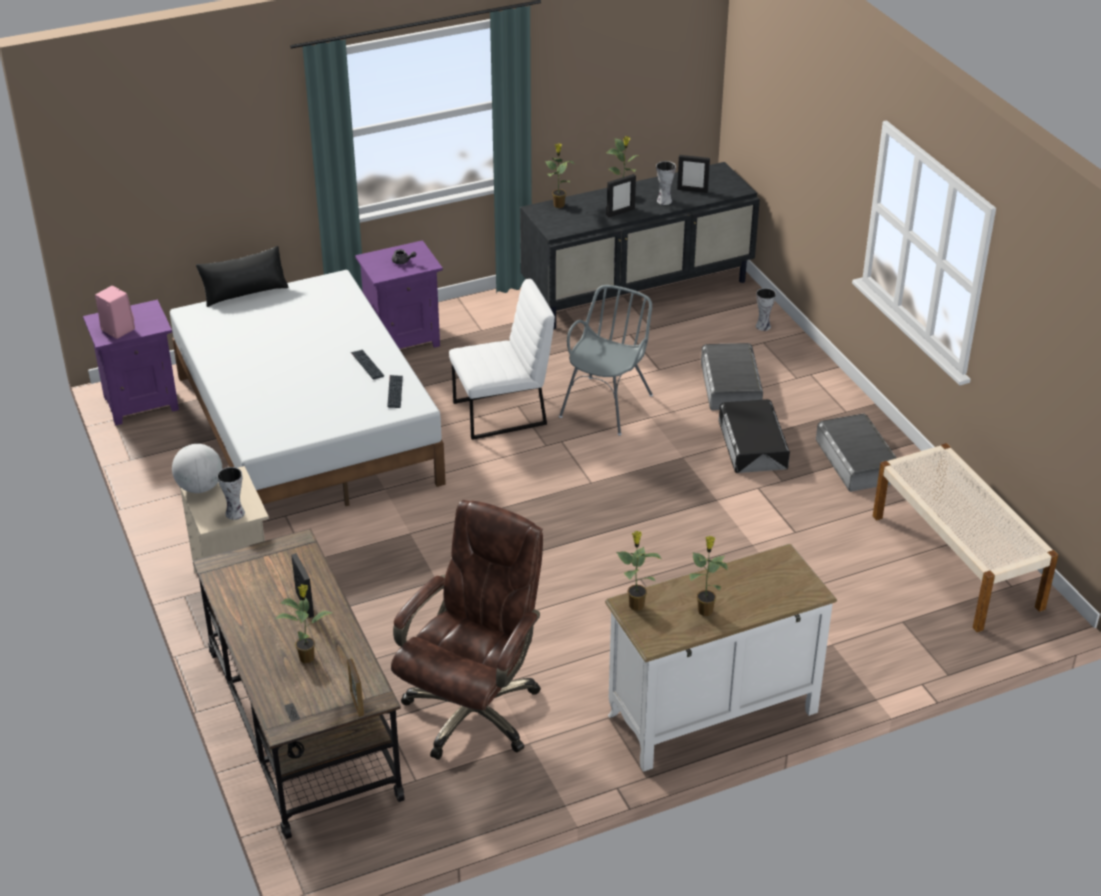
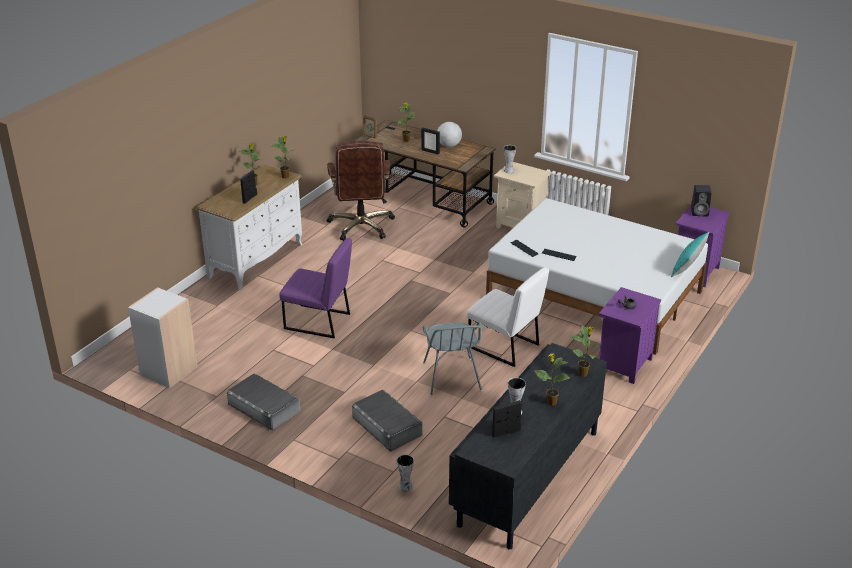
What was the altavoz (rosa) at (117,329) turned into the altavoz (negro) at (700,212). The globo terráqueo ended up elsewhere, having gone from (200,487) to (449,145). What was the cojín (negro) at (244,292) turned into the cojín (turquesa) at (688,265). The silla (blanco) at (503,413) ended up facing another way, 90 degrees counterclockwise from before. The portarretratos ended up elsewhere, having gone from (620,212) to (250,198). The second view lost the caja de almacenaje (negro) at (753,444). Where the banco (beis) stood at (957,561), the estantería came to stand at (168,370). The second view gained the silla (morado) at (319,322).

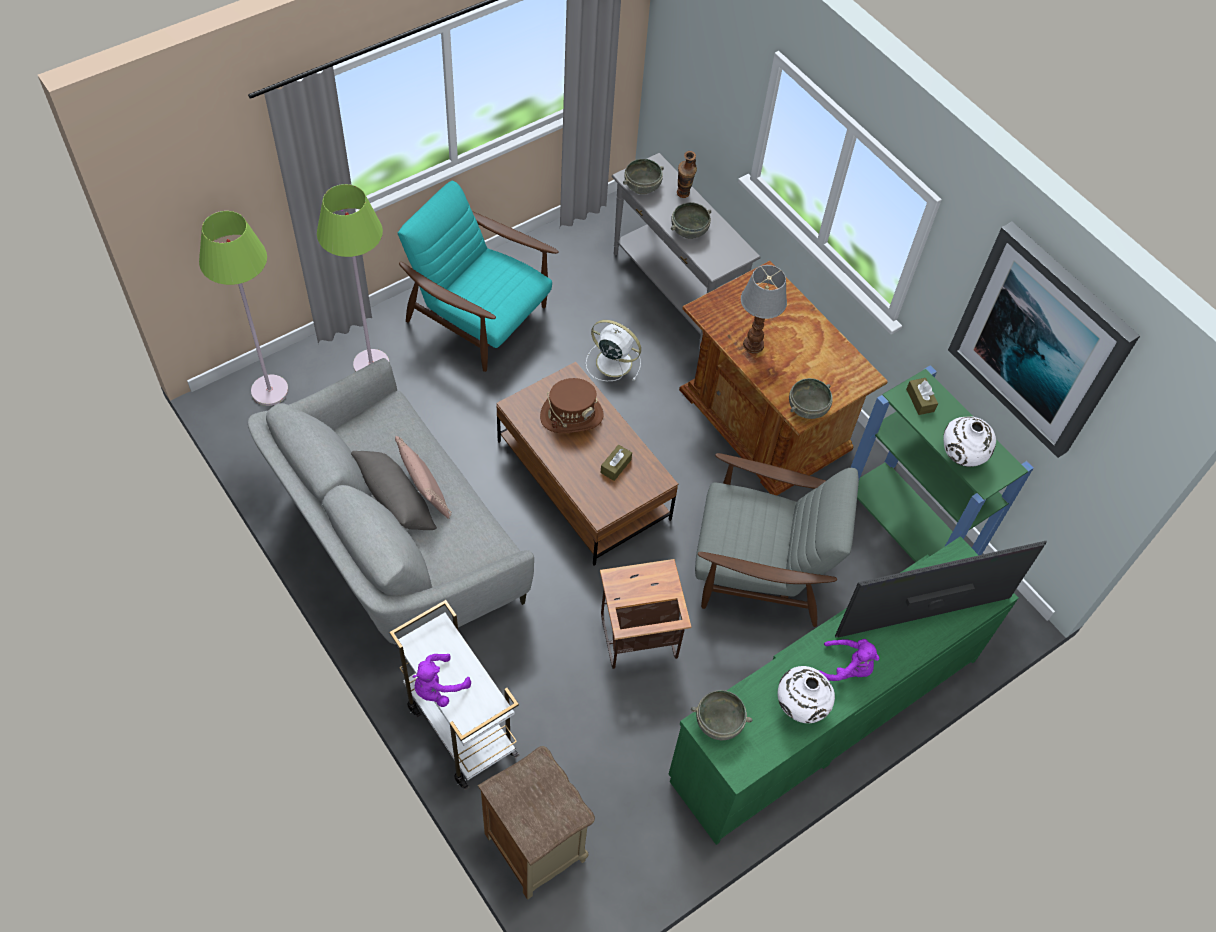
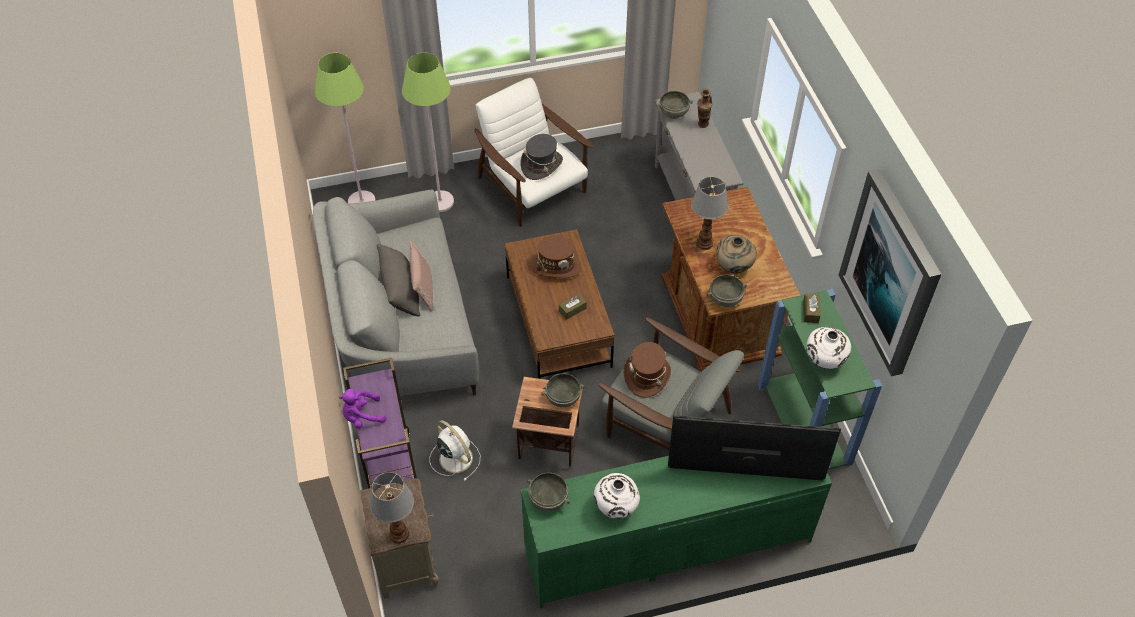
What was the carrito (blanco) at (459,727) turned into the carrito (morado) at (390,466). What was the sillón (turquesa) at (479,317) turned into the sillón (blanco) at (533,188). The ventilador (blanco) ended up elsewhere, having gone from (612,362) to (455,457). The cuenco (gris) ended up elsewhere, having gone from (689,230) to (563,397). The second view lost the peluche (morado) at (847,668). The second view gained the lámpara de mesa at (400,534). The second view gained the sombrero (gris) at (541,165). The second view gained the sombrero (marrón) at (646,375). The second view gained the florero (beis) at (733,267).

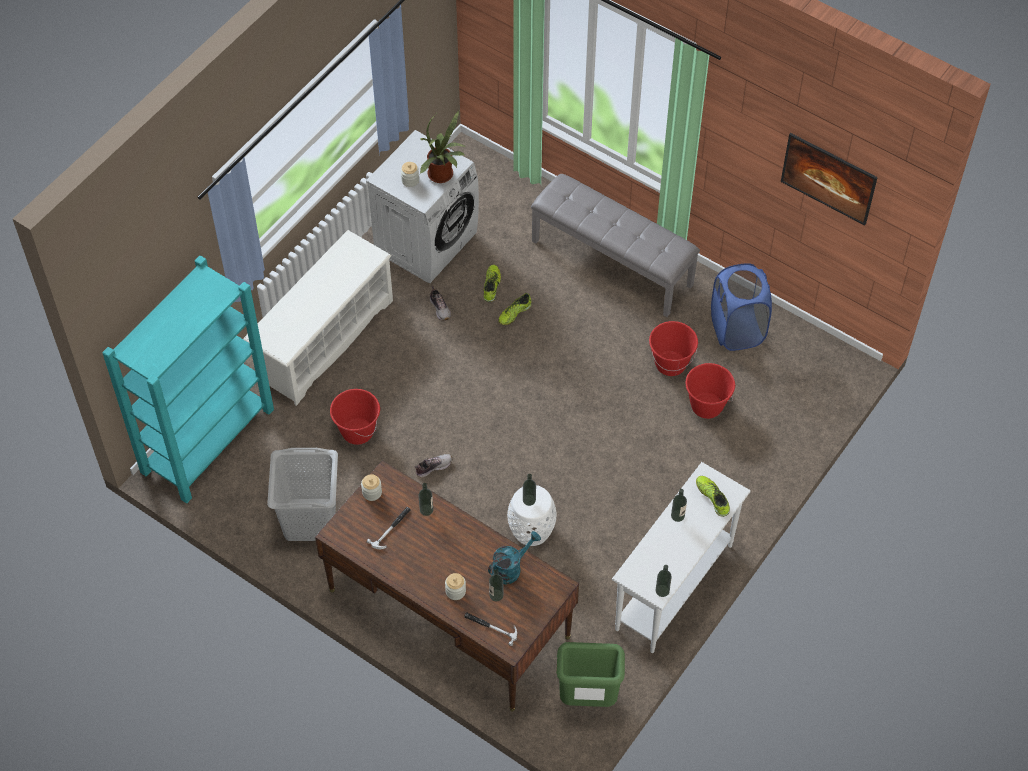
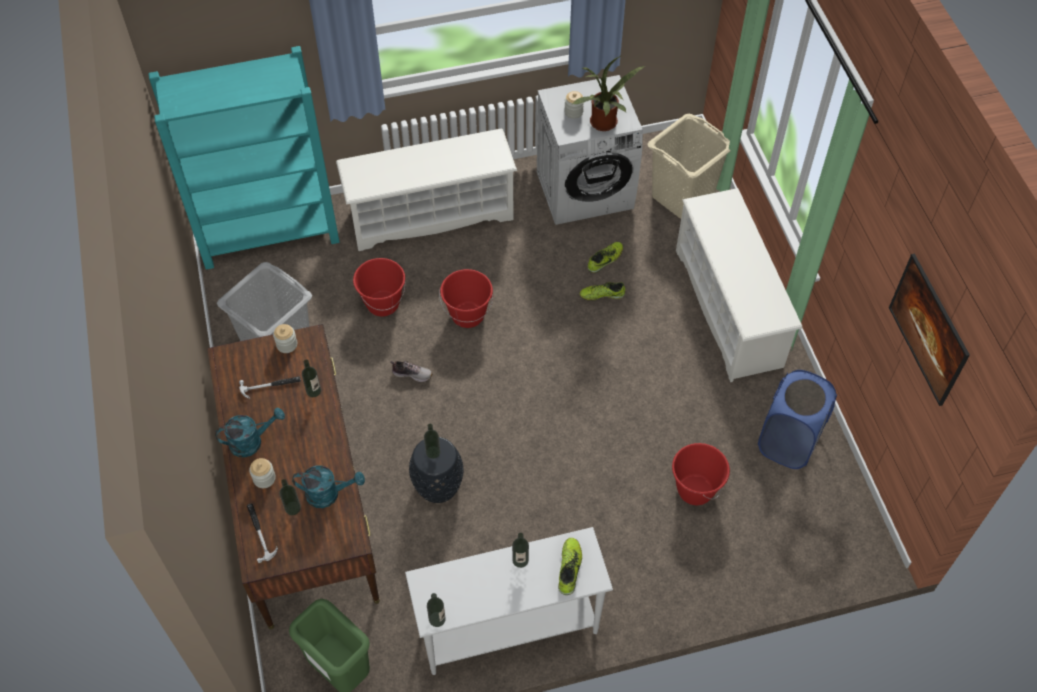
The second view lost the zapato at (440,308). What was the taburete (blanco) at (531,530) turned into the taburete (negro) at (438,485). Where the banco (gris) stood at (613,262), the zapatero (blanco) came to stand at (729,308). The cubo (rojo) ended up elsewhere, having gone from (670,364) to (468,315). The second view gained the regadera (turquesa) at (252,441). The second view gained the cesto de la ropa (beis) at (682,197).

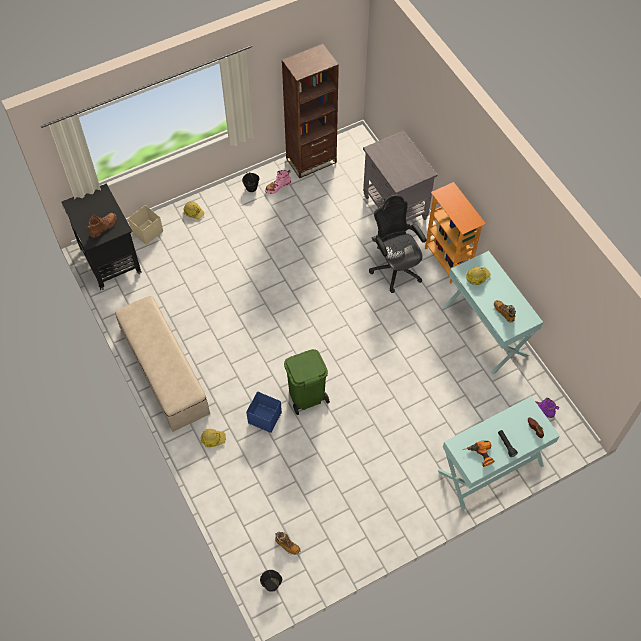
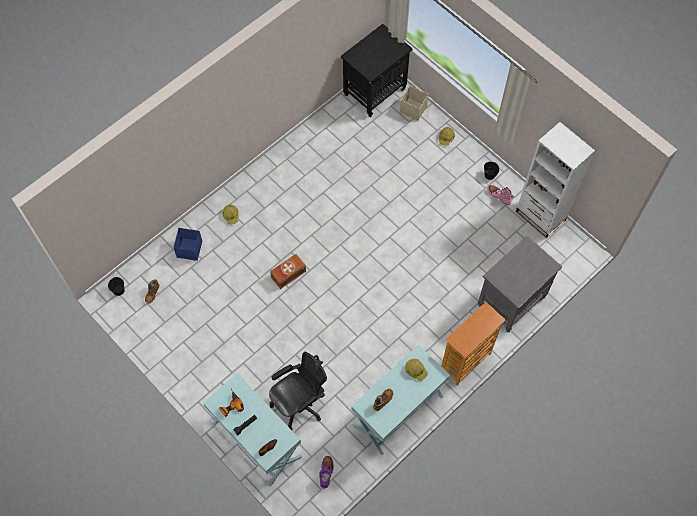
The second view lost the bota (marrón) at (103,227). The second view lost the banco (beis) at (163,370). The caja de almacenaje (azul) ended up elsewhere, having gone from (264,417) to (190,249). What was the estantería (marrón) at (311,160) turned into the estantería (blanco) at (540,216). Where the papelera (verde) stood at (306,396), the caja de almacenaje (marrón) came to stand at (288,274). The silla de oficina ended up elsewhere, having gone from (395,268) to (300,402).

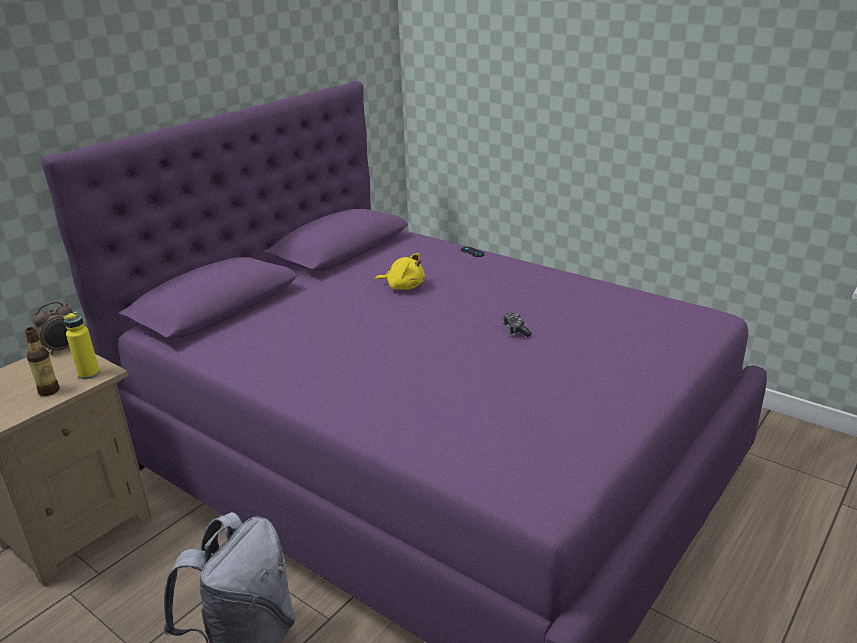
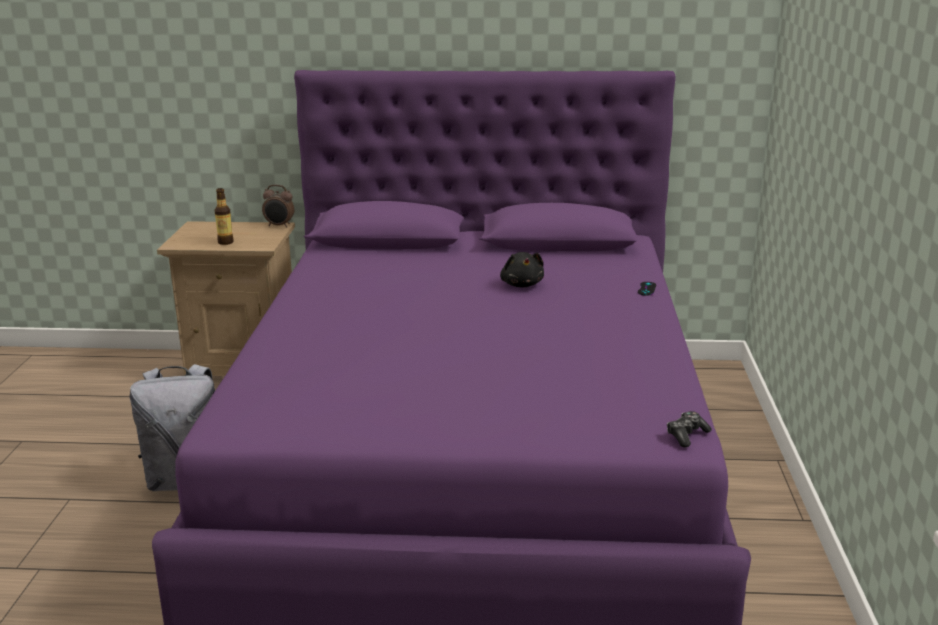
The second view lost the botella (amarillo) at (89,374). What was the peluche (amarillo) at (403,286) turned into the peluche (negro) at (522,284). The mando de consola ended up elsewhere, having gone from (515,330) to (686,435).

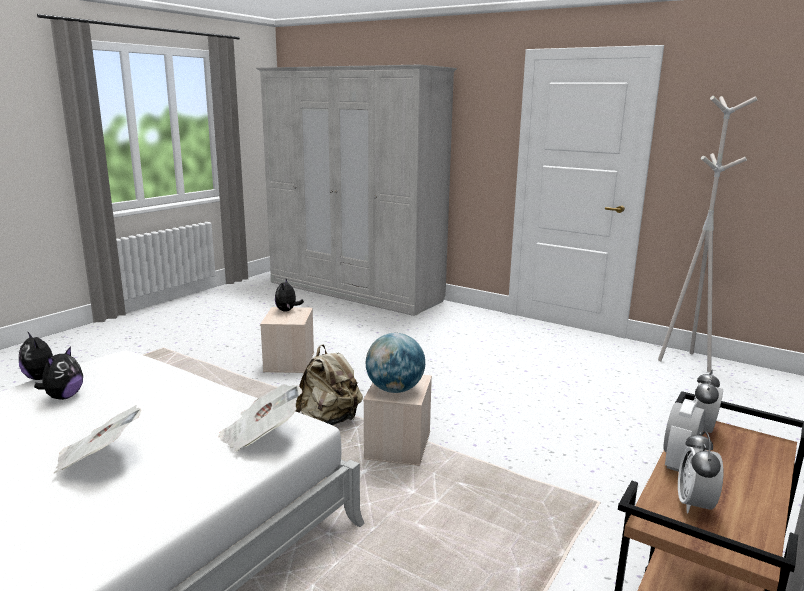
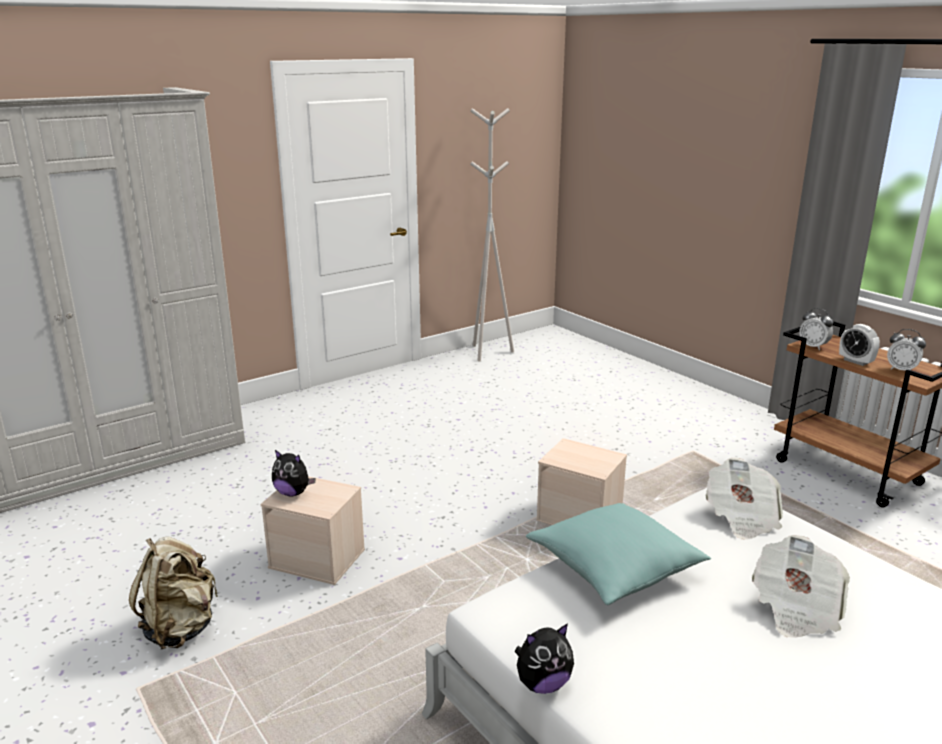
The second view lost the peluche at (63,397). The mochila (beis) ended up elsewhere, having gone from (328,421) to (180,628). The second view lost the globo terráqueo at (395,389). The second view gained the cojín (turquesa) at (614,568).

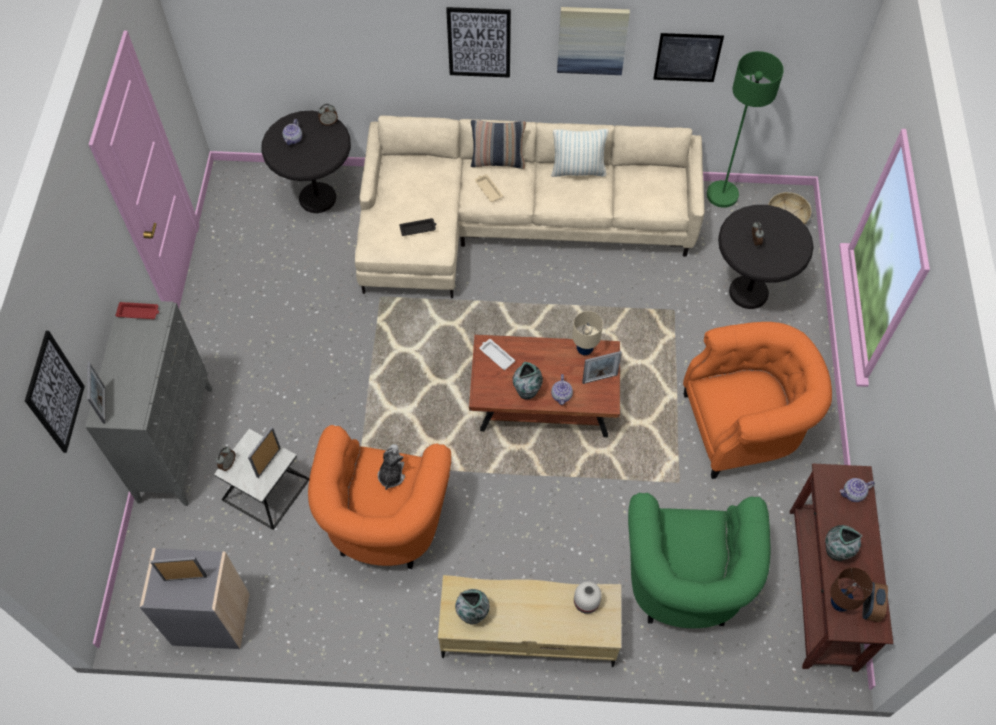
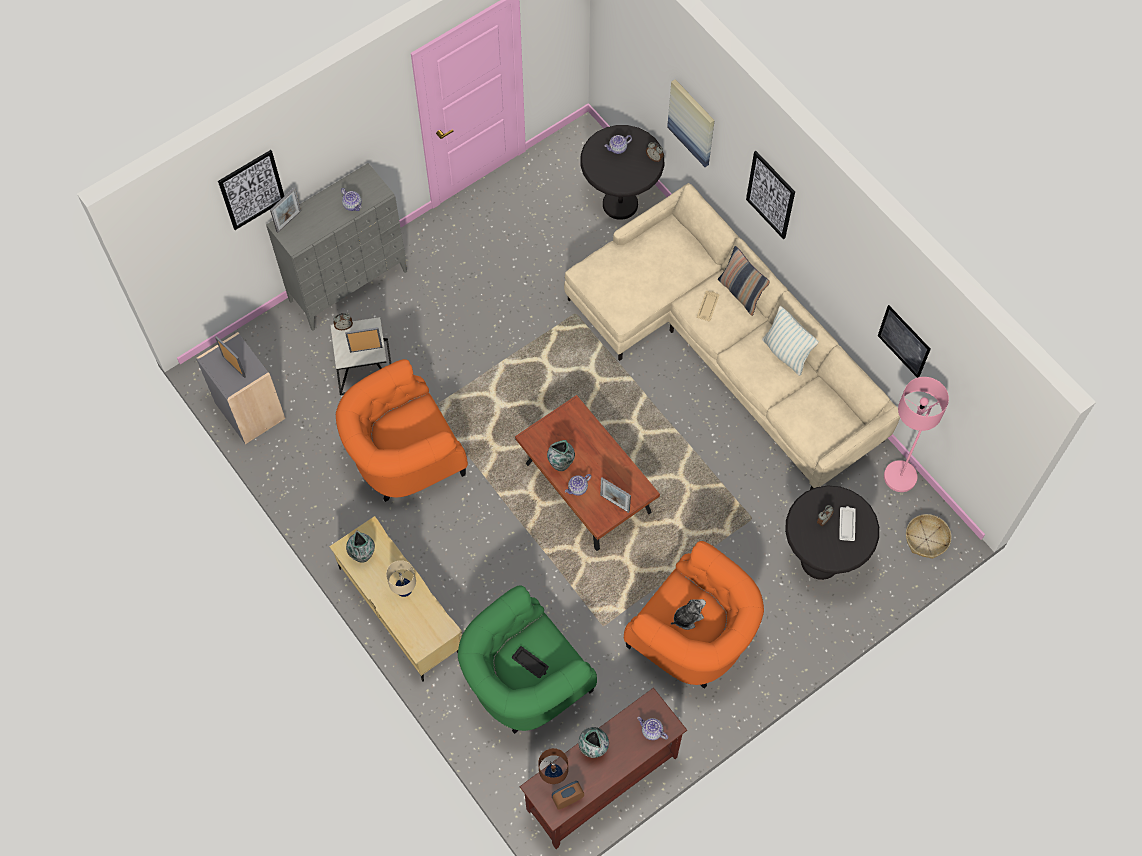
The second view lost the bandeja (rojo) at (139,312). The peluche ended up elsewhere, having gone from (391,474) to (687,617). The bandeja (negro) ended up elsewhere, having gone from (418,228) to (531,663). The bandeja (blanco) ended up elsewhere, having gone from (496,355) to (847,524). The cuadro ended up elsewhere, having gone from (592,40) to (692,122). The lámpara de mesa (beis) ended up elsewhere, having gone from (585,349) to (405,590). The second view lost the florero (blanco) at (586,603). What was the lámpara de pie (verde) at (722,202) turned into the lámpara de pie (rosa) at (892,482). The second view gained the tetera at (353,205).

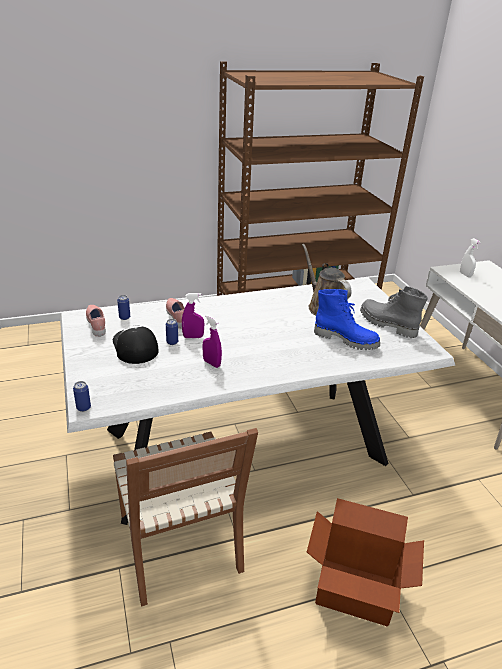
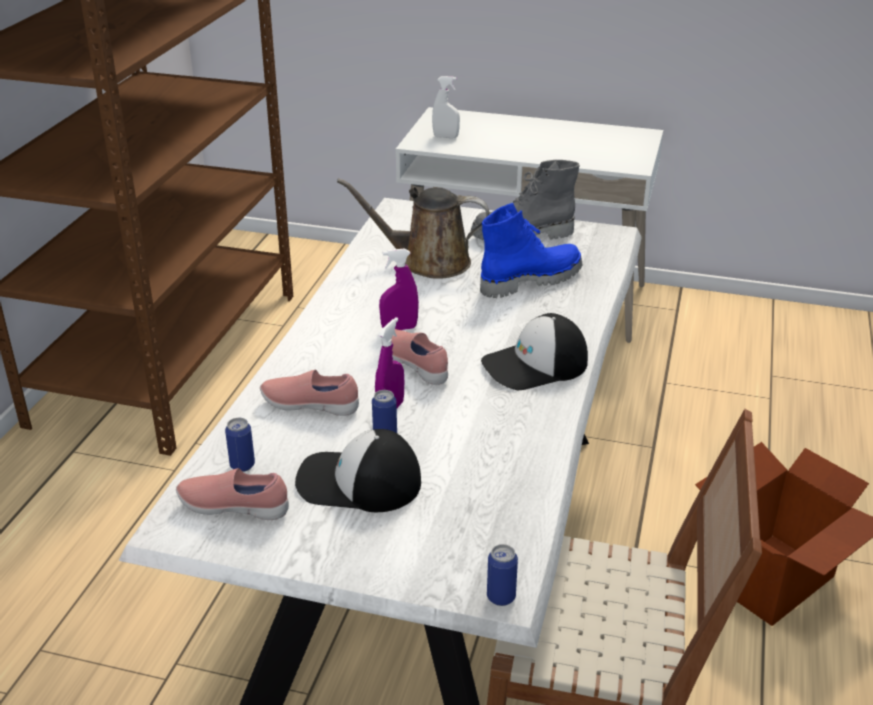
The pulverizador (morado) ended up elsewhere, having gone from (211,363) to (399,328). The second view gained the zapato (rosa) at (416,365). The second view gained the gorra at (535,365).

